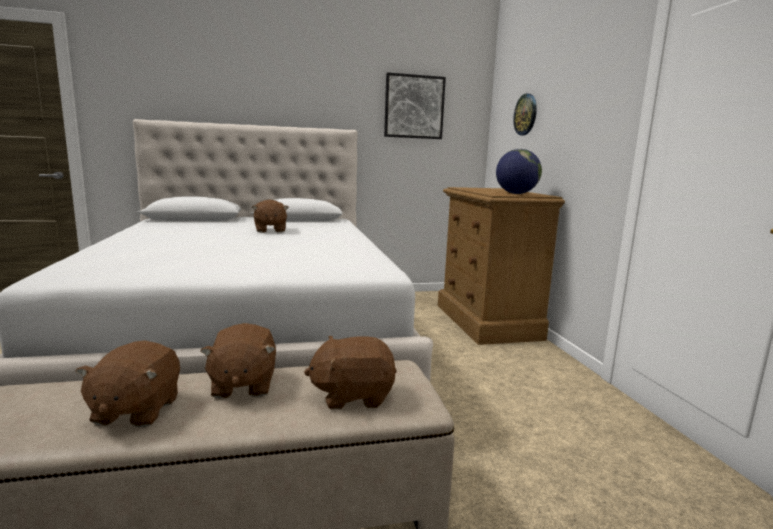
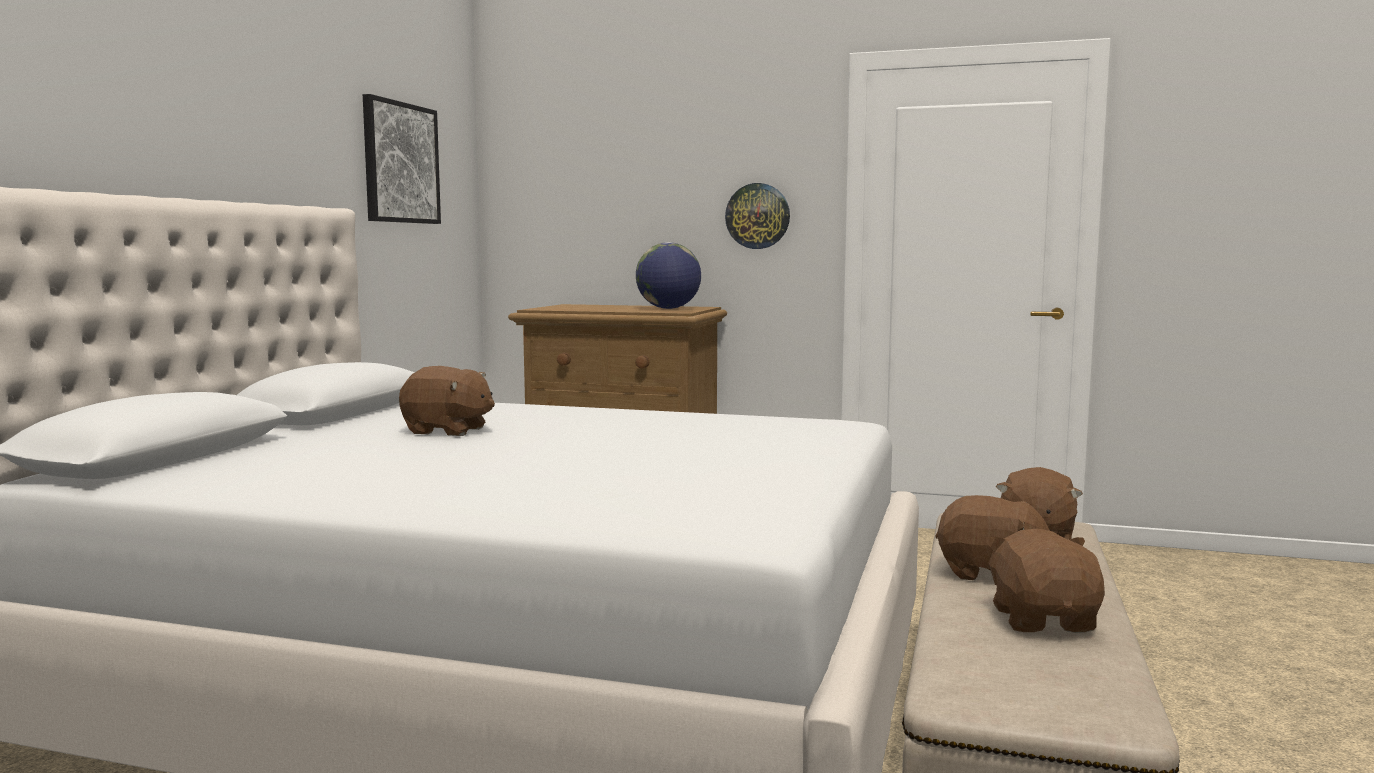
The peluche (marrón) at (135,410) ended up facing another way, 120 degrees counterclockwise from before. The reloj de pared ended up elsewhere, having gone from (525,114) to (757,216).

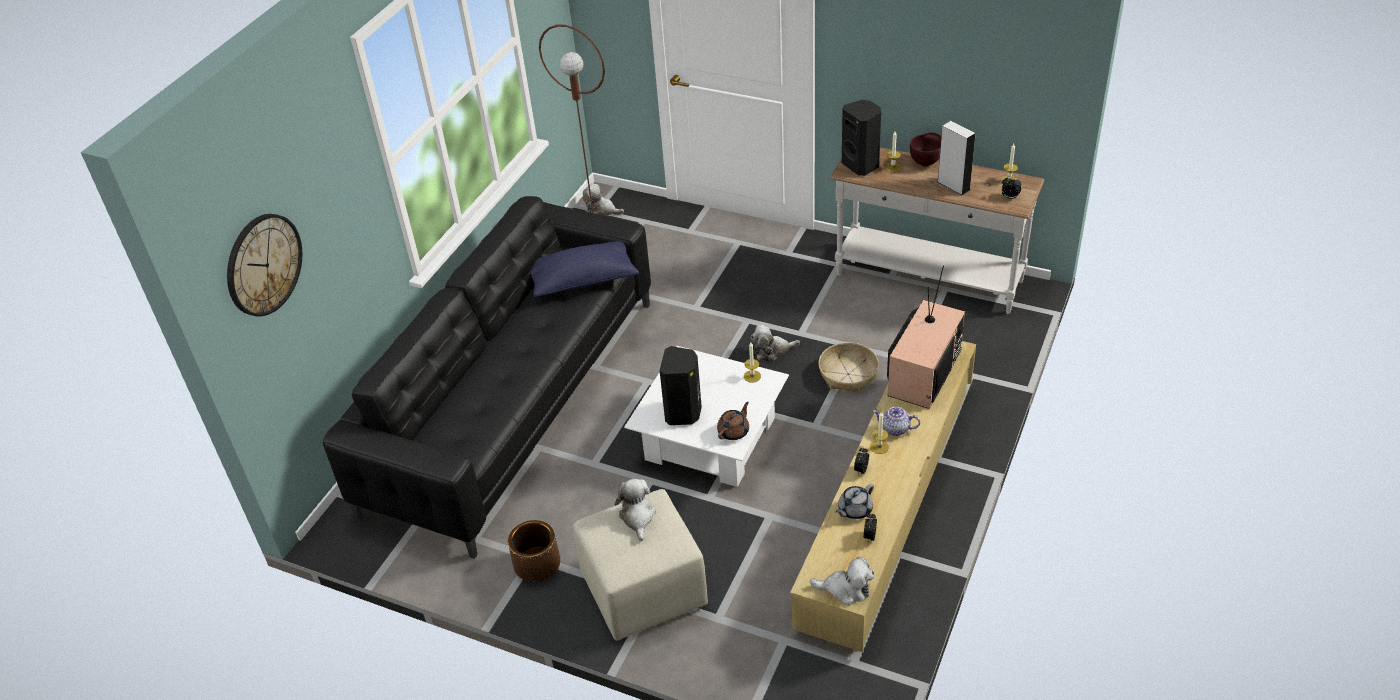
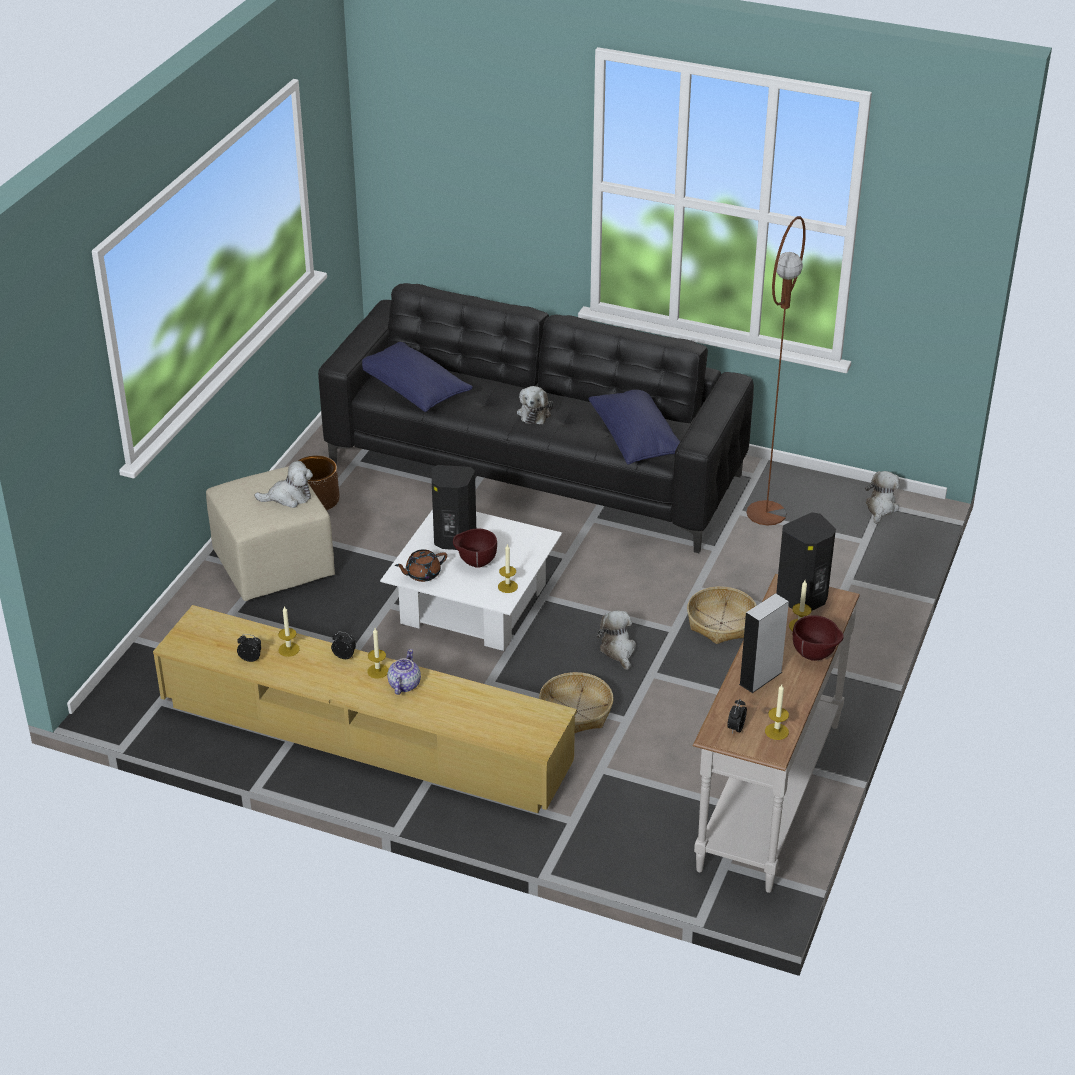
The second view lost the reloj de pared at (263,264). The tetera (marrón) at (734,431) ended up facing another way, 120 degrees clockwise from before. The peluche ended up elsewhere, having gone from (846,589) to (534,413). Where the tetera (gris) stood at (854,510), the vela came to stand at (289,649). The second view lost the televisor at (923,371). The second view gained the cojín (azul) at (413,390). The second view gained the cuenco (marrón) at (475,563). The second view gained the cesta at (721,623).

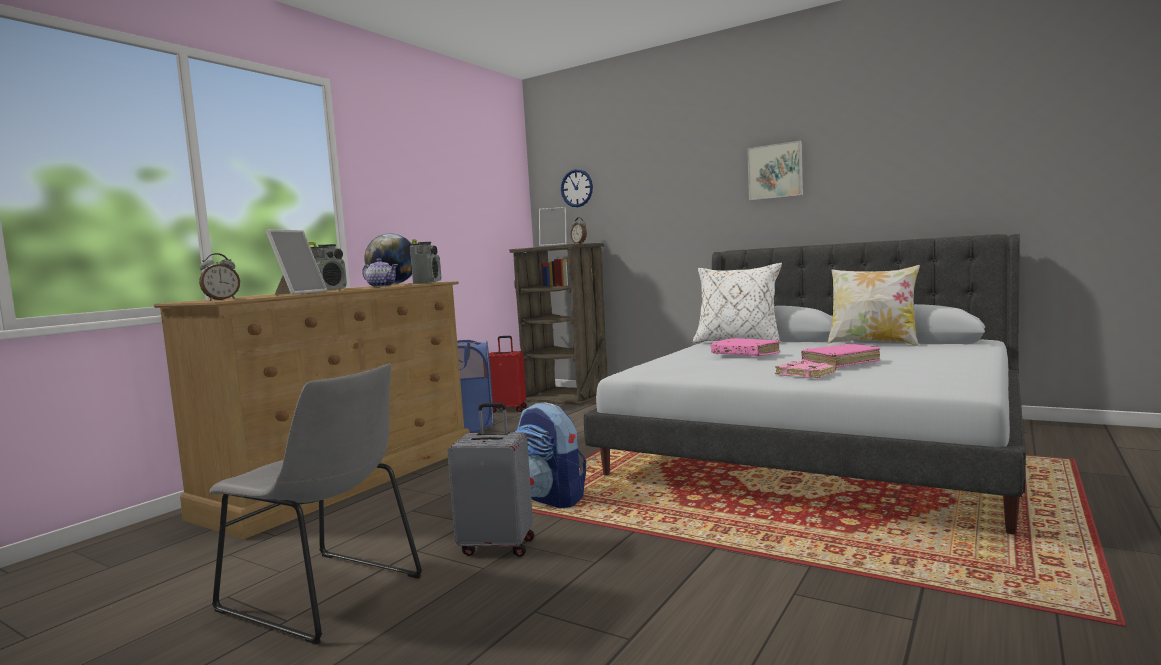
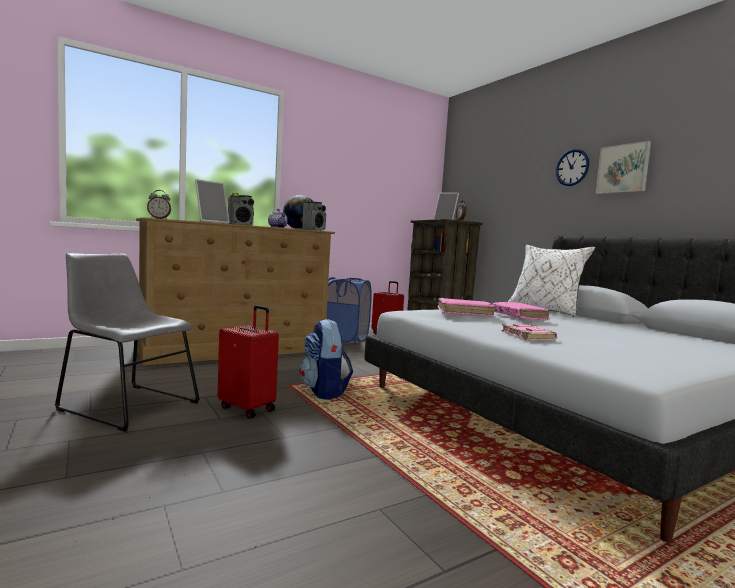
The silla (gris) at (327,595) ended up facing another way, 150 degrees clockwise from before. What was the maleta (gris) at (498,546) turned into the maleta (rojo) at (248,408). The reloj de pared ended up elsewhere, having gone from (576,188) to (572,167). The libro (rosa) ended up elsewhere, having gone from (840,363) to (464,313). The second view lost the cojín at (873,343).

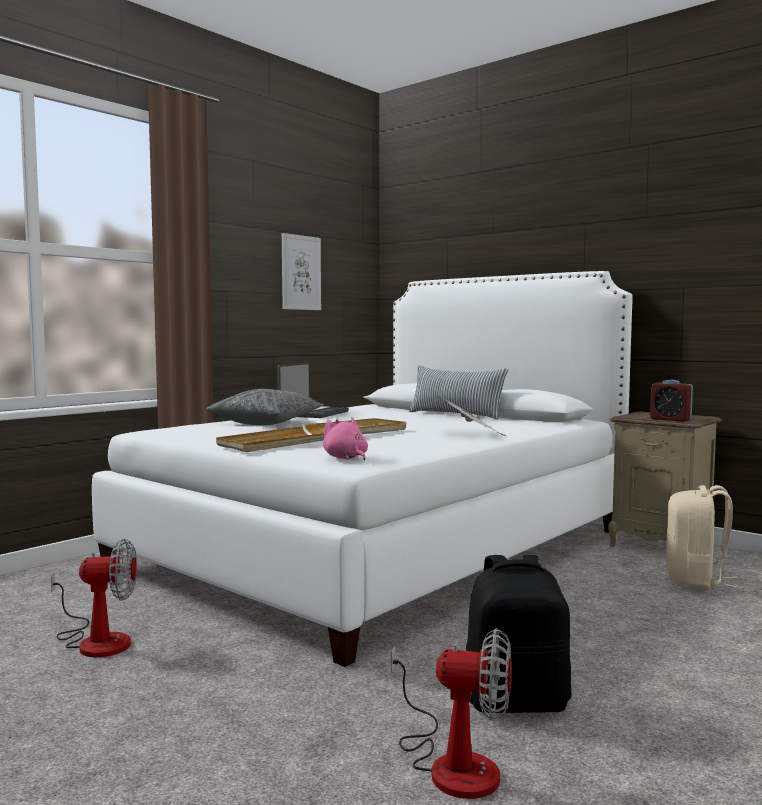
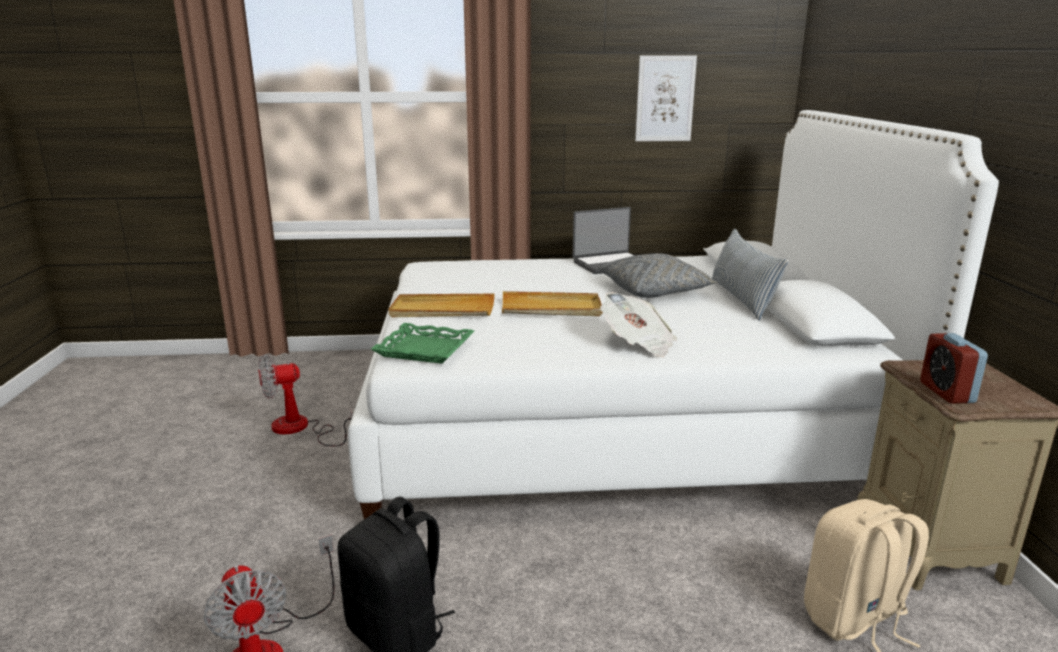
The ventilador at (96,641) ended up facing another way, 120 degrees clockwise from before. The cojín (gris) ended up elsewhere, having gone from (266,423) to (654,291). Where the peluche (rosa) stood at (346,458), the bandeja (verde) came to stand at (424,349).

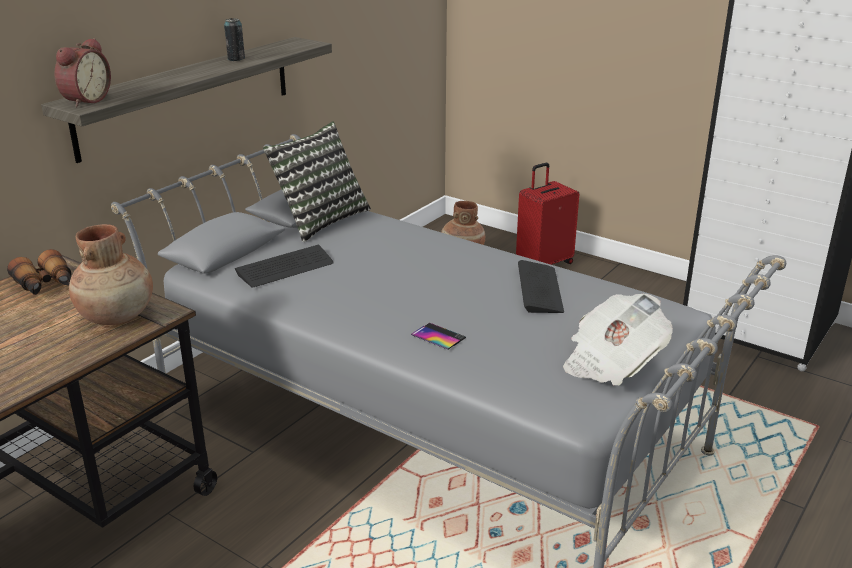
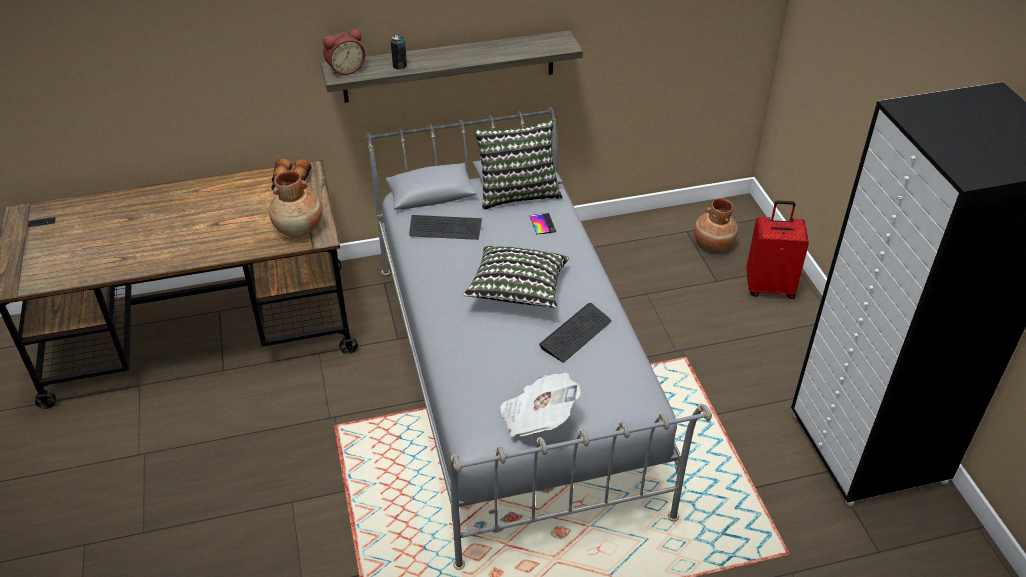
The lata ended up elsewhere, having gone from (236,59) to (400,66). The móvil ended up elsewhere, having gone from (438,336) to (542,224). The second view gained the cojín at (517,291).

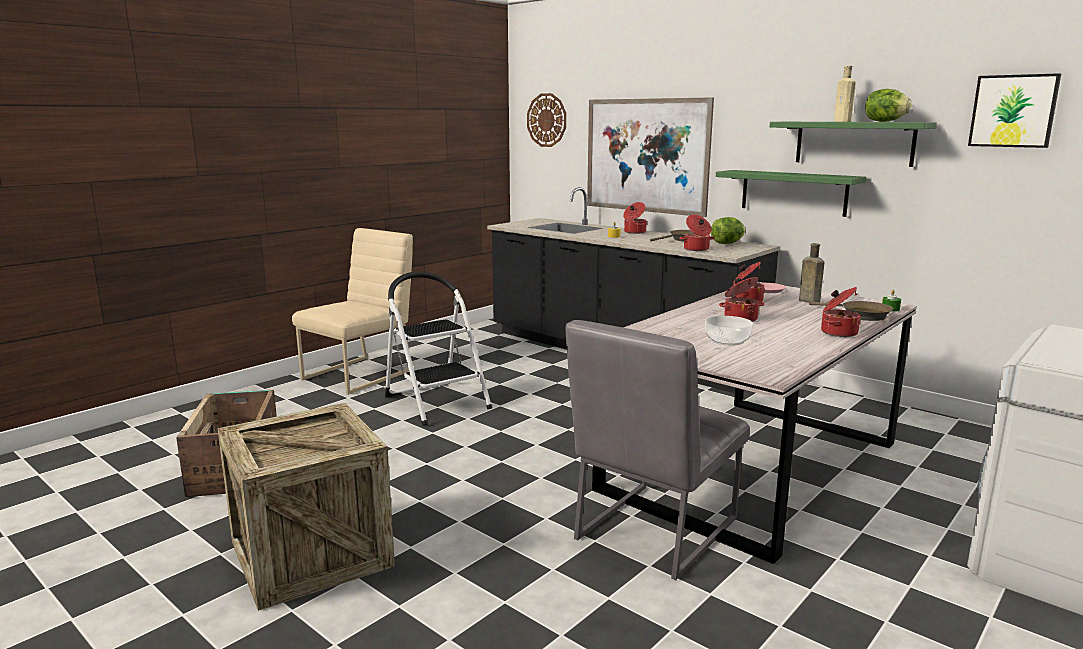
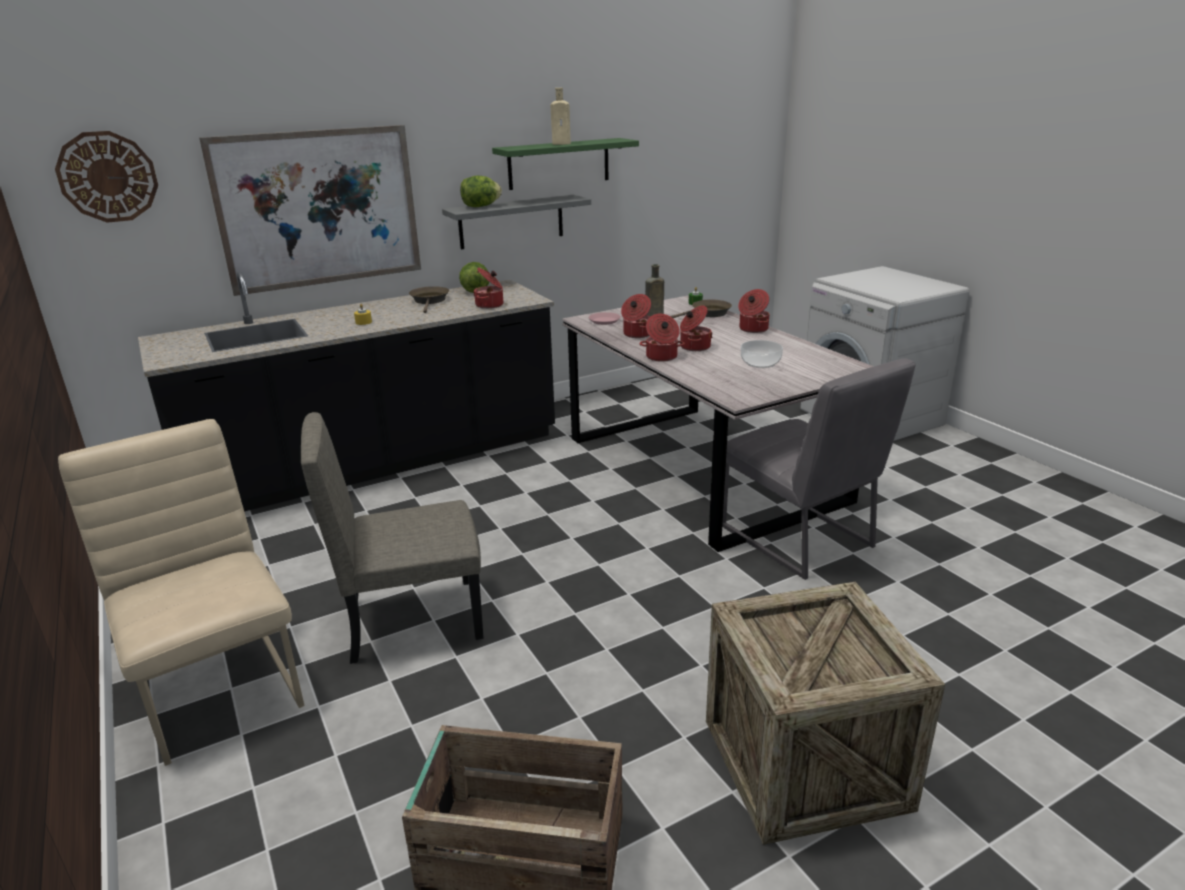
Where the escalera de tijera stood at (436,402), the silla (beis) came to stand at (414,619). The olla ended up elsewhere, having gone from (634,232) to (661,357). What was the estante (verde) at (793,192) turned into the estante (gris) at (511,222). The lechuga ended up elsewhere, having gone from (885,121) to (481,206). The second view lost the cuadro at (1013,111).

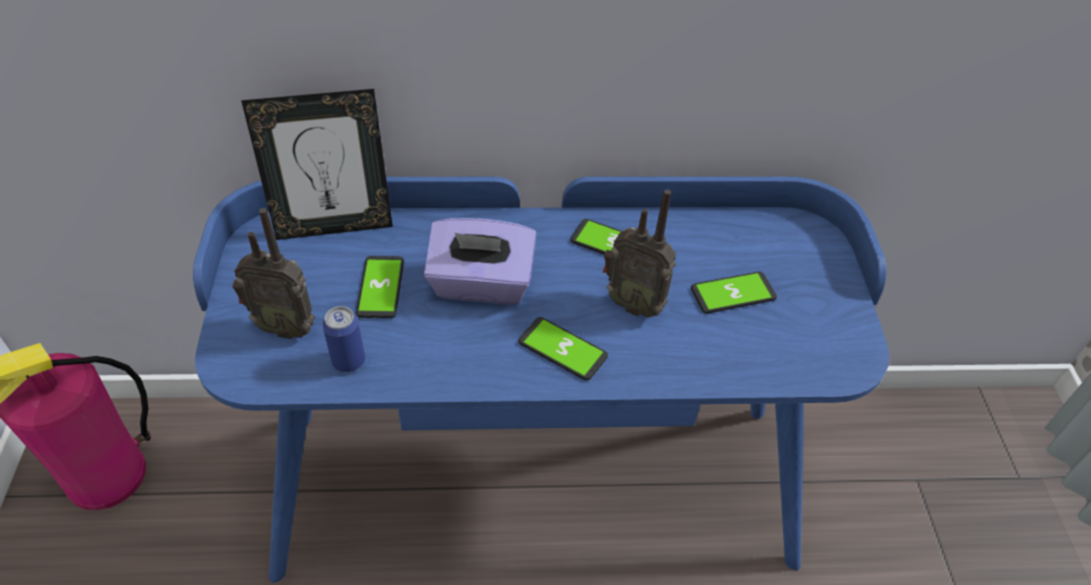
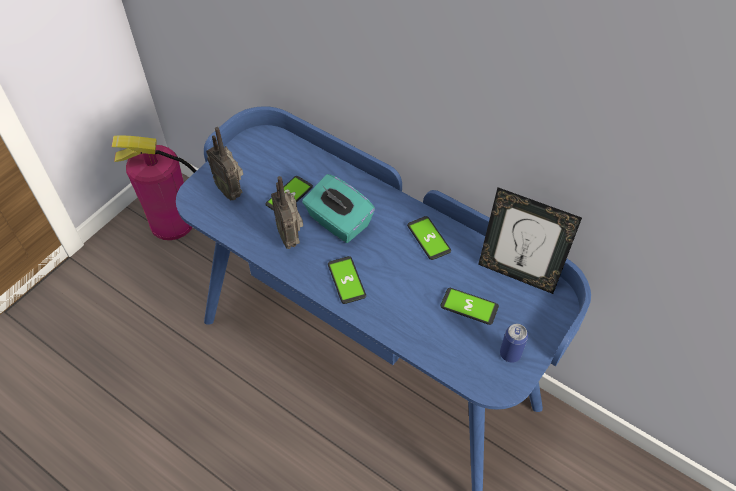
The portarretratos ended up elsewhere, having gone from (334,226) to (517,274). The lata ended up elsewhere, having gone from (349,361) to (510,354). What was the caja de pañuelos (morado) at (481,285) turned into the caja de pañuelos (turquesa) at (338,222). The radio ended up elsewhere, having gone from (634,303) to (290,237).

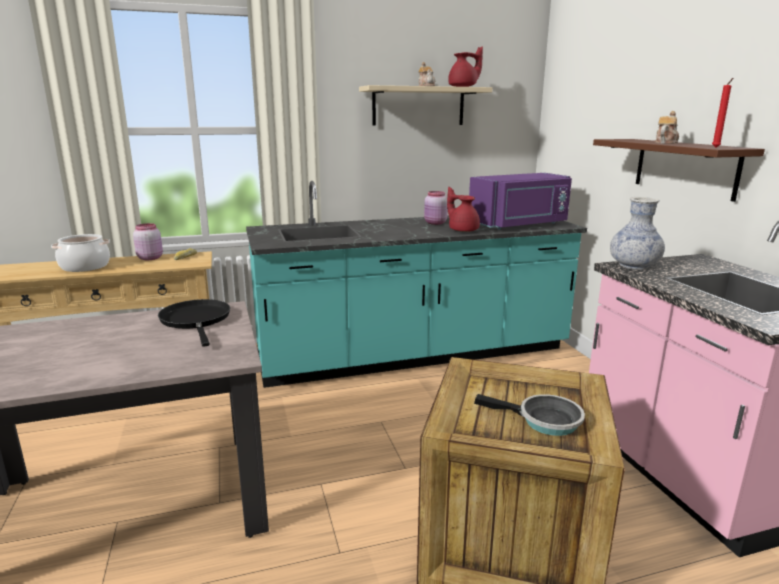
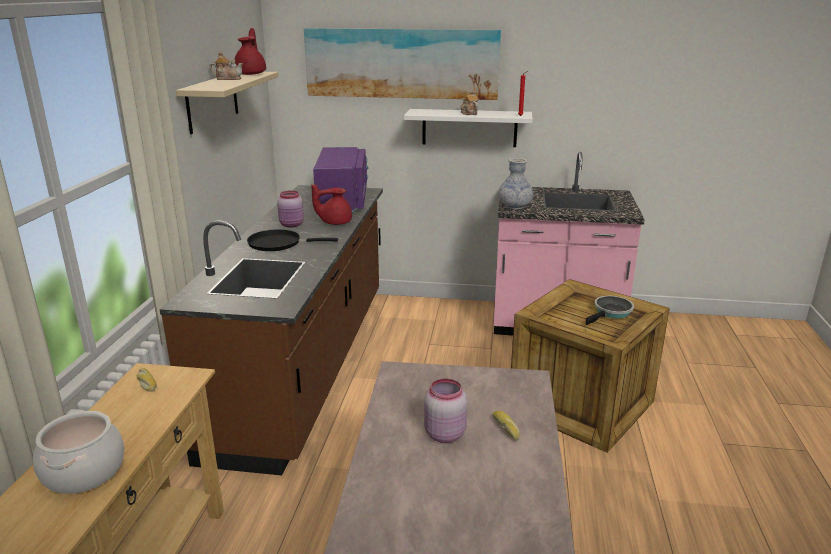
The tarro (rosa) ended up elsewhere, having gone from (150,258) to (443,434). The sartén (negro) ended up elsewhere, having gone from (196,320) to (278,244). What was the mueble bajo de cocina (turquesa) at (413,355) turned into the mueble bajo de cocina (marrón) at (306,365). What was the estante (marrón) at (685,167) turned into the estante (blanco) at (469,128). The second view gained the cuadro at (401,63). The second view gained the pan at (507,429).

